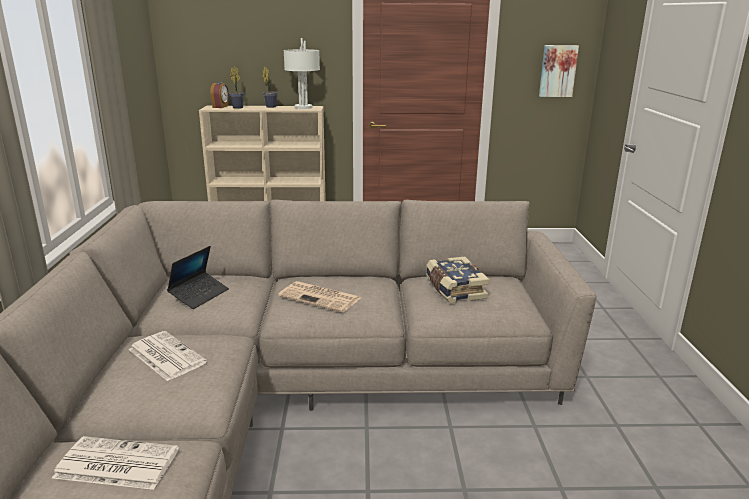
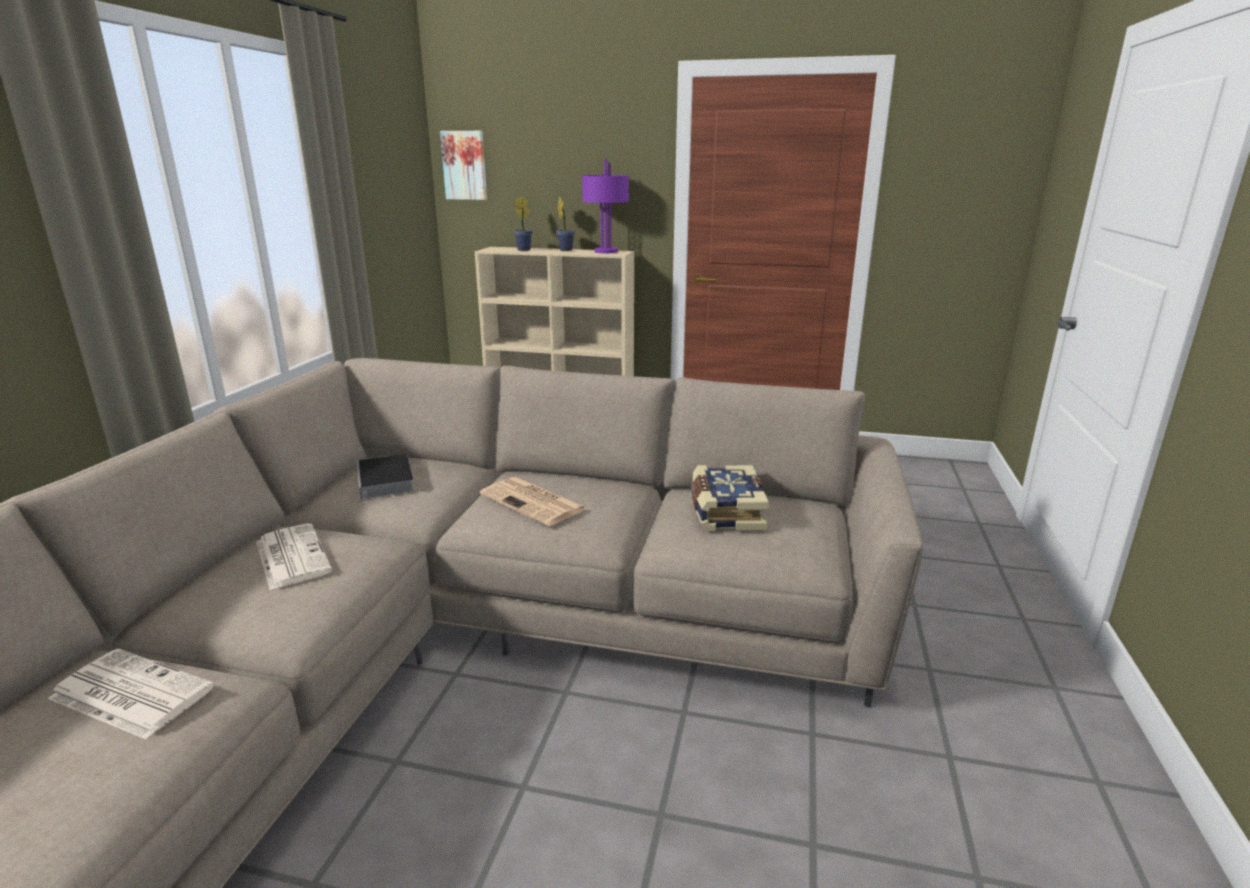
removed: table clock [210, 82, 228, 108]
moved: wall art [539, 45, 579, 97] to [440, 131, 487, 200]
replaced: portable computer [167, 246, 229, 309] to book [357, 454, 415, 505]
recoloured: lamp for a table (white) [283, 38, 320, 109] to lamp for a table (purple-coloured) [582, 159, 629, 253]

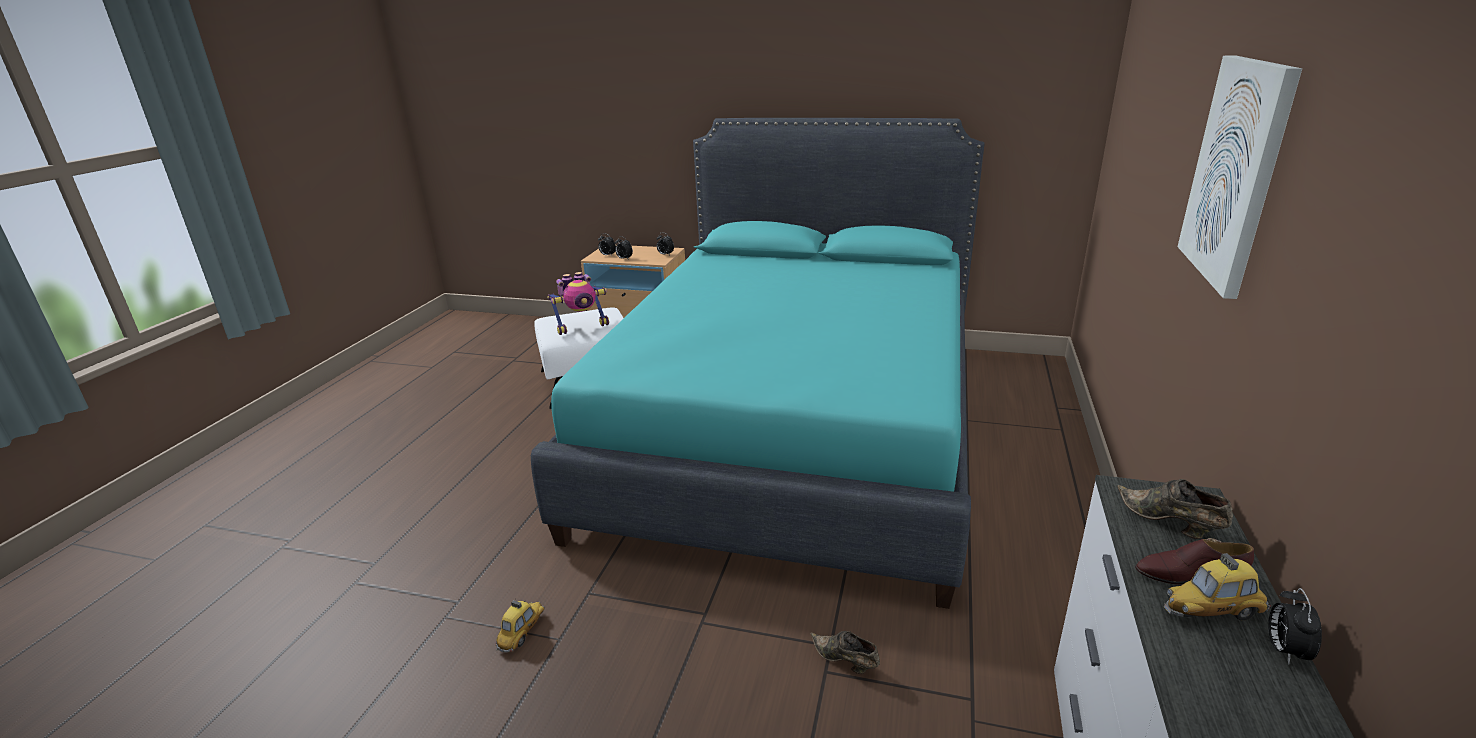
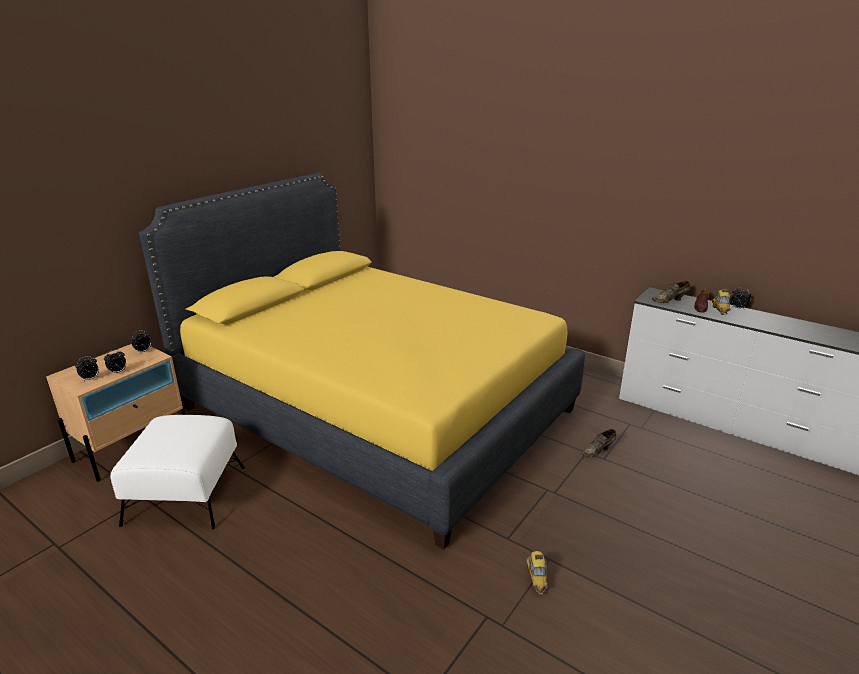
removed: robot figure [547, 272, 609, 335]; wall art [1178, 55, 1302, 299]
recoloured: sleeping bed (blue-green) [531, 118, 984, 609] to sleeping bed (yellow-coloured) [139, 173, 585, 549]
turned: model car [495, 600, 545, 652] = [526, 551, 548, 594] 135 degrees counterclockwise

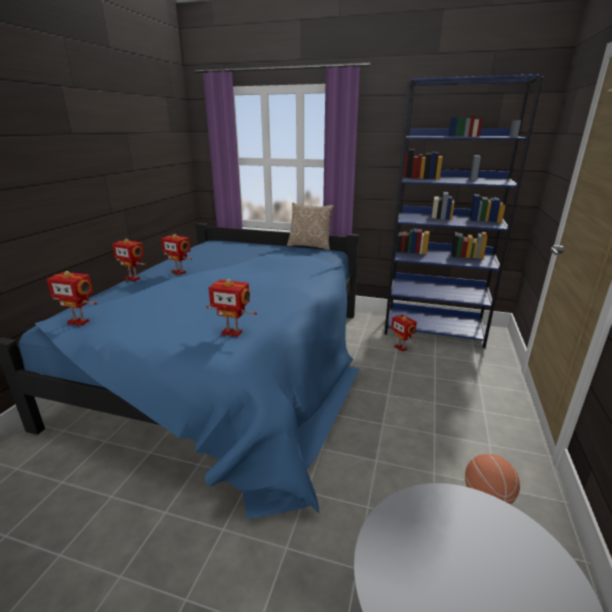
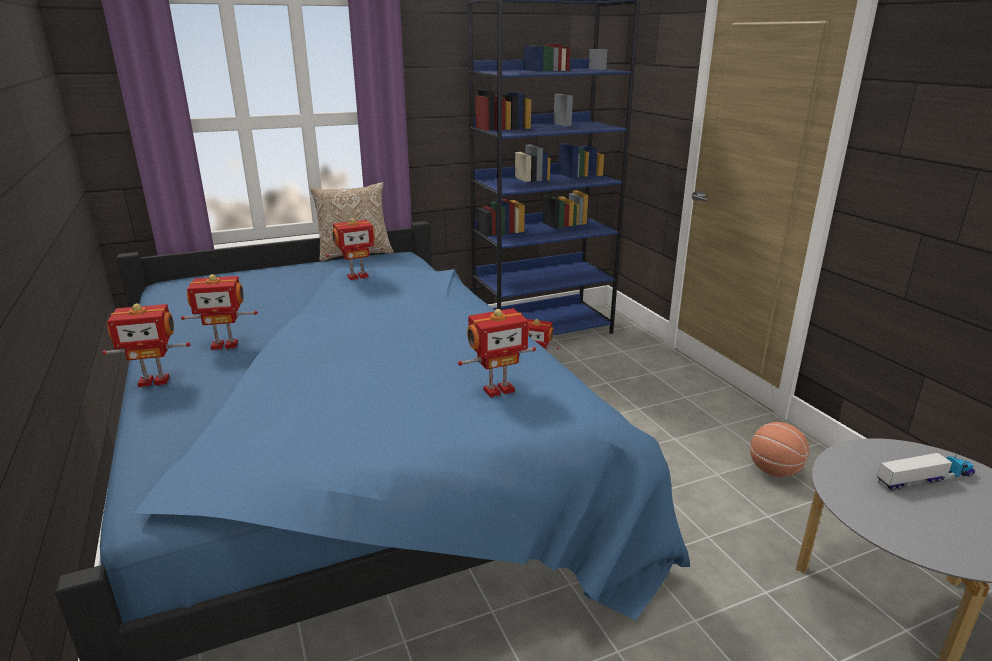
added: model truck [877, 453, 975, 491]
moved: robot figure [46, 271, 97, 326] to [326, 218, 383, 280]

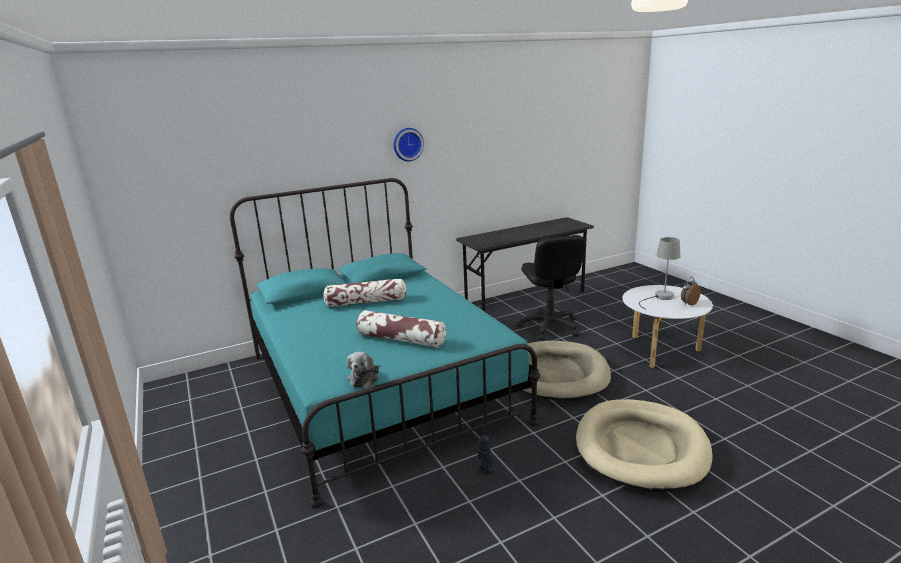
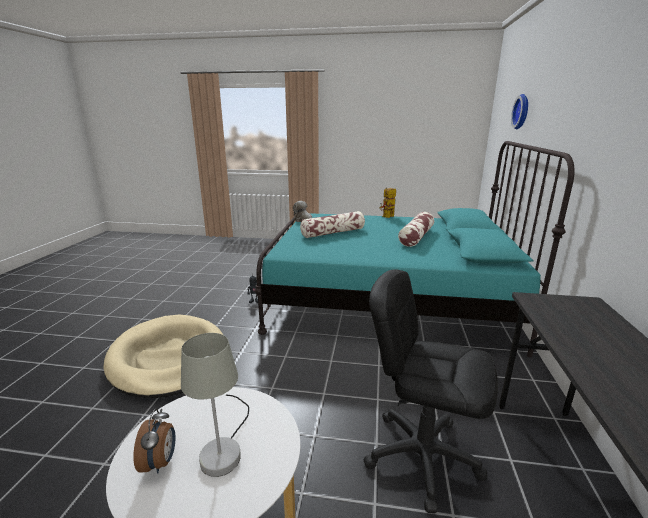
removed: pet bed (beige-coloured) [521, 341, 611, 401]
added: robot figure [380, 188, 396, 218]
moved: wall clock [393, 128, 424, 161] to [511, 94, 528, 129]

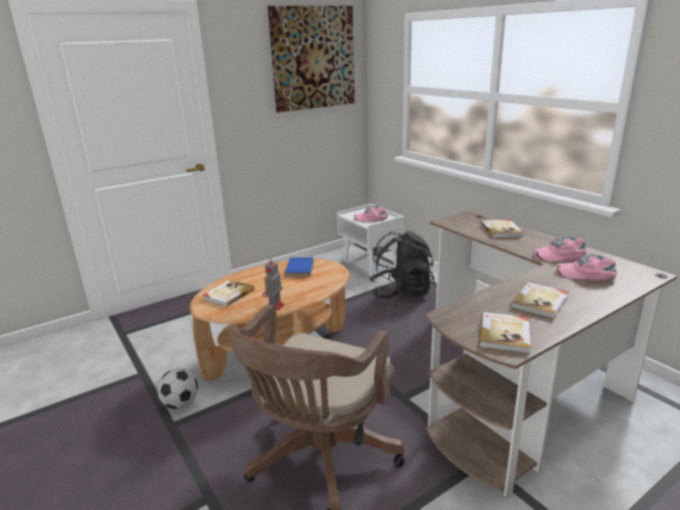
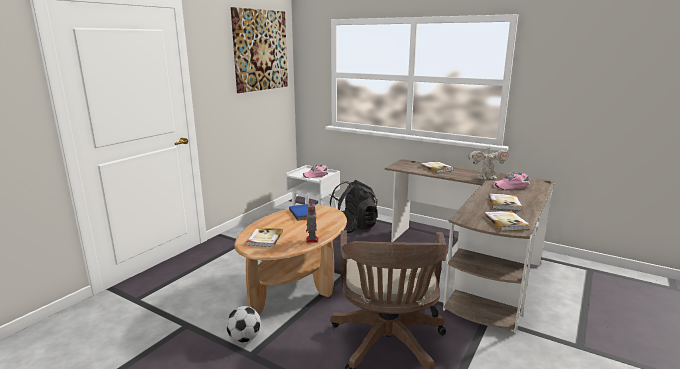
replaced: cap (pink) [533, 237, 587, 262] to robot figure [468, 144, 509, 179]

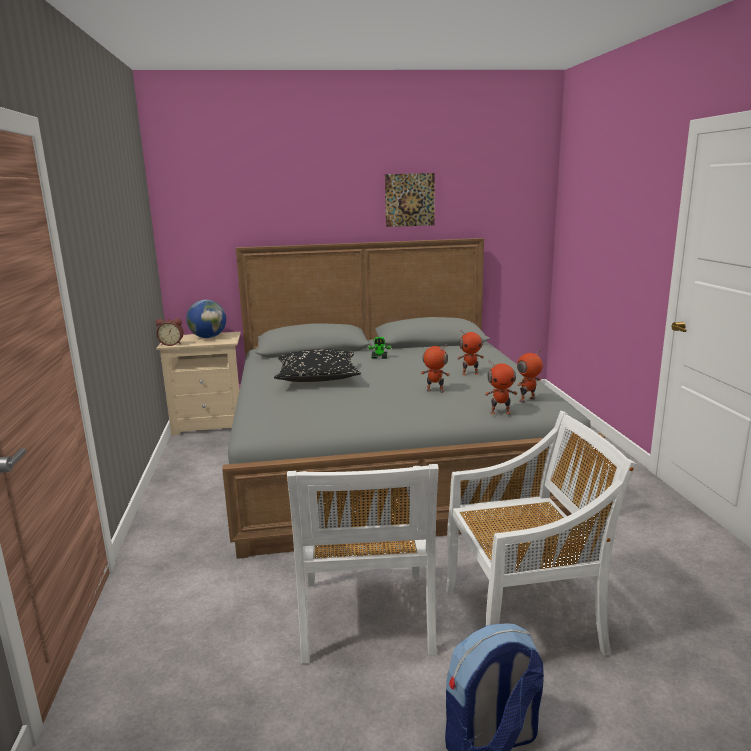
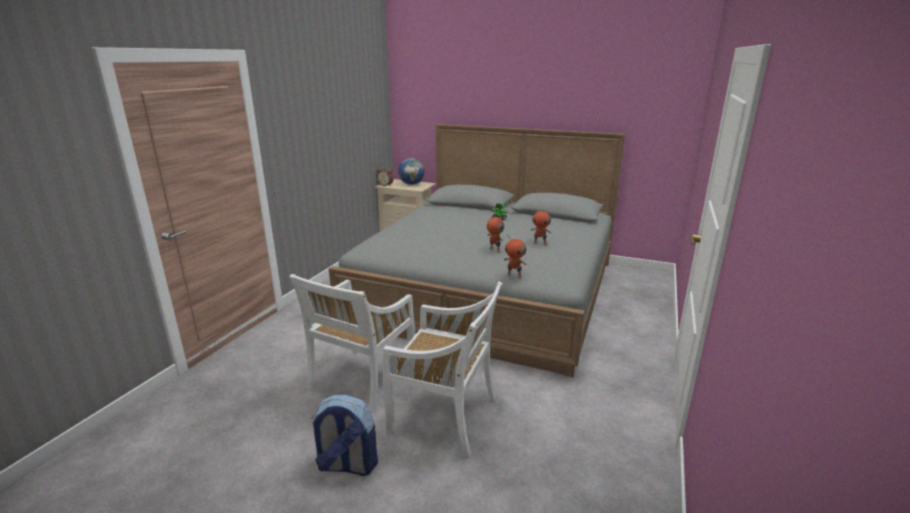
removed: cushion (blackish) [274, 349, 361, 382]; wall art [385, 173, 435, 227]; robot figure [517, 349, 543, 402]

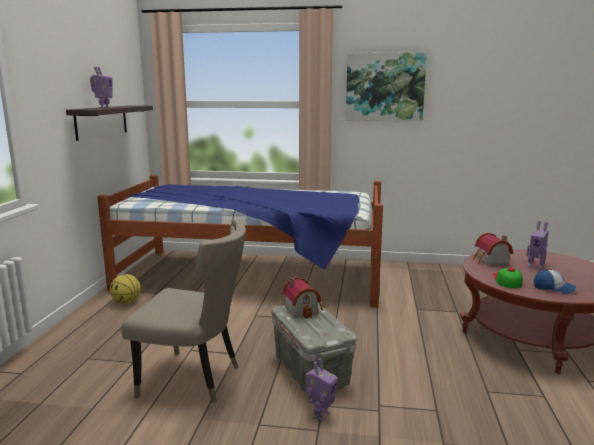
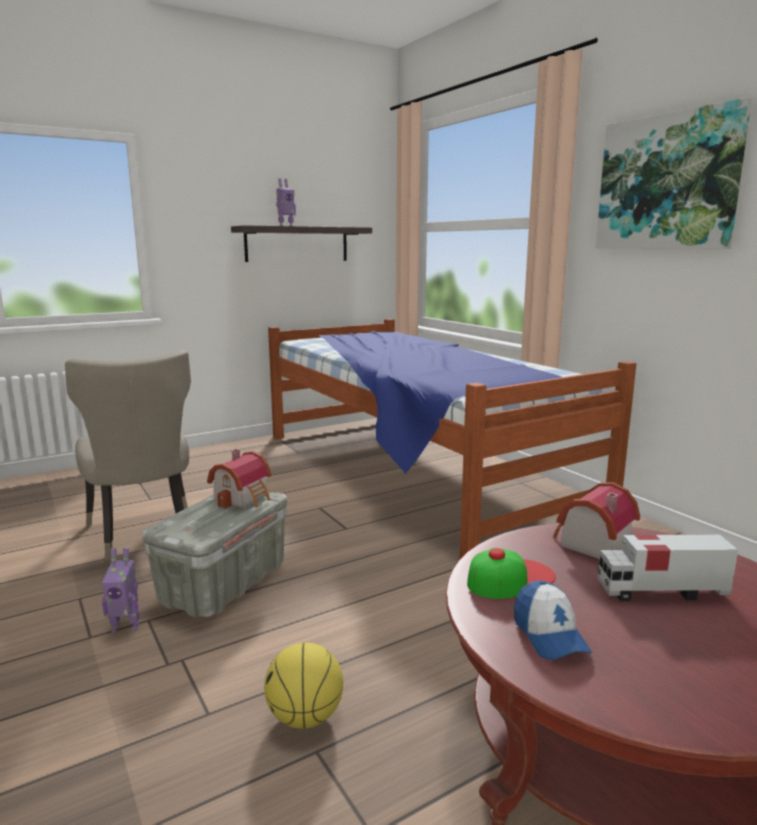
moved: ball for basketball [110, 274, 141, 304] to [264, 642, 343, 729]
replaced: robot figure [527, 221, 549, 269] to model truck [597, 535, 738, 601]

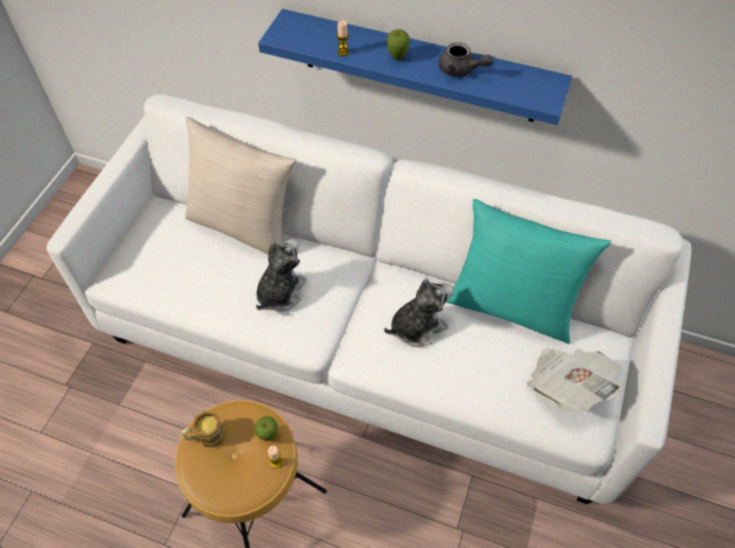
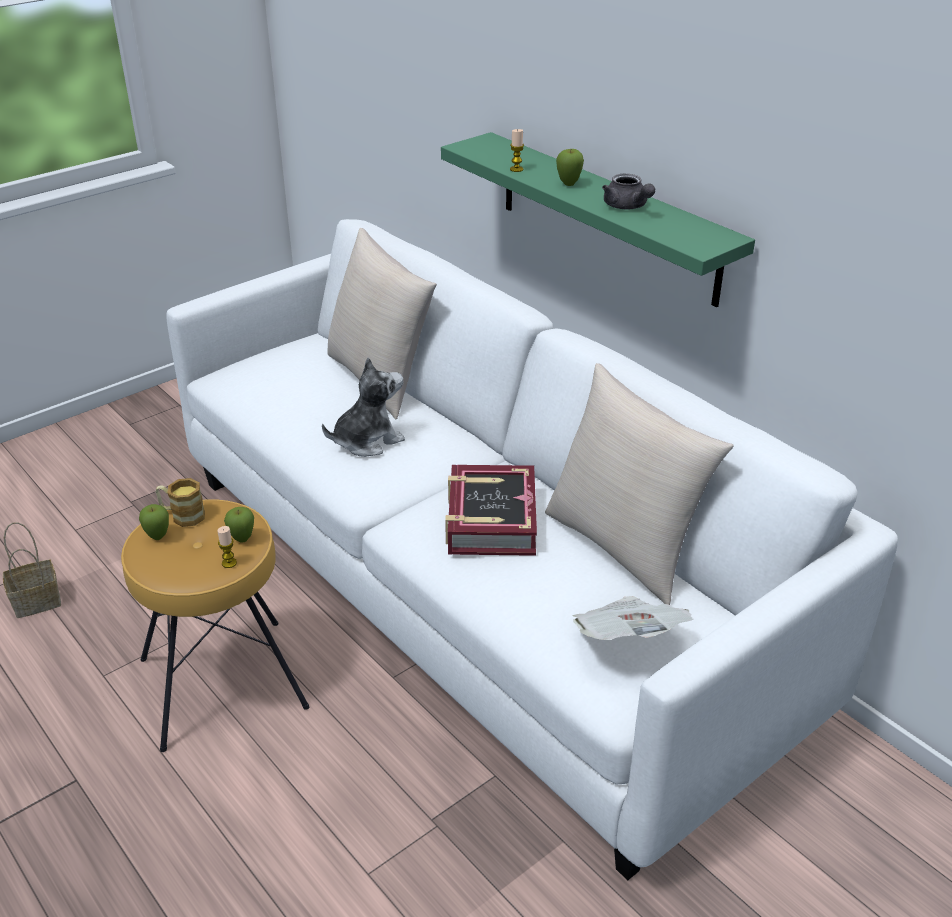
added: basket [3, 522, 61, 618]; apple fruit [139, 504, 169, 540]
replaced: soft toy [384, 278, 454, 347] to book [445, 465, 537, 556]
recoloured: wall shelf (bluish) [258, 9, 572, 125] to wall shelf (greenish) [441, 132, 755, 307]; cushion (blue-green) [446, 199, 611, 344] to cushion (beige-coloured) [545, 363, 734, 605]

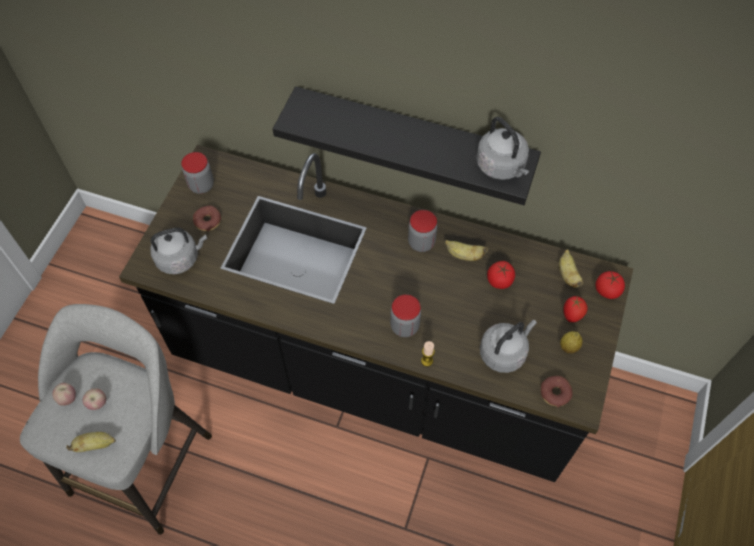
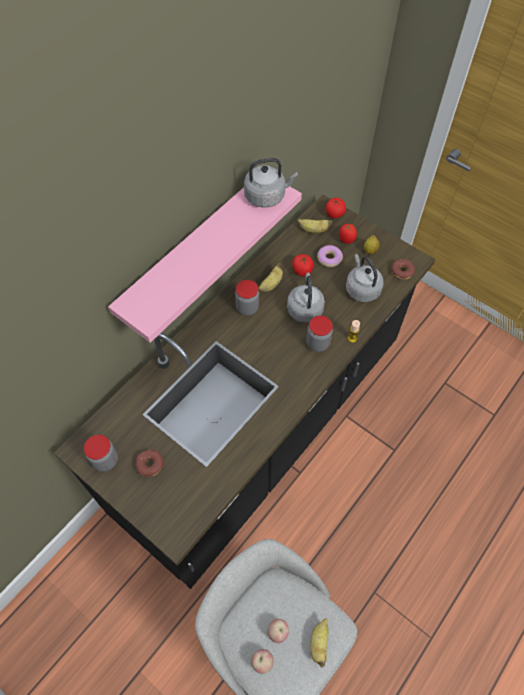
added: ring doughnut [317, 245, 343, 267]
moved: kettle (greyish) [150, 228, 207, 274] to [287, 273, 325, 323]
recoloured: wall shelf (blackish) [273, 86, 541, 205] to wall shelf (pink) [108, 186, 302, 343]

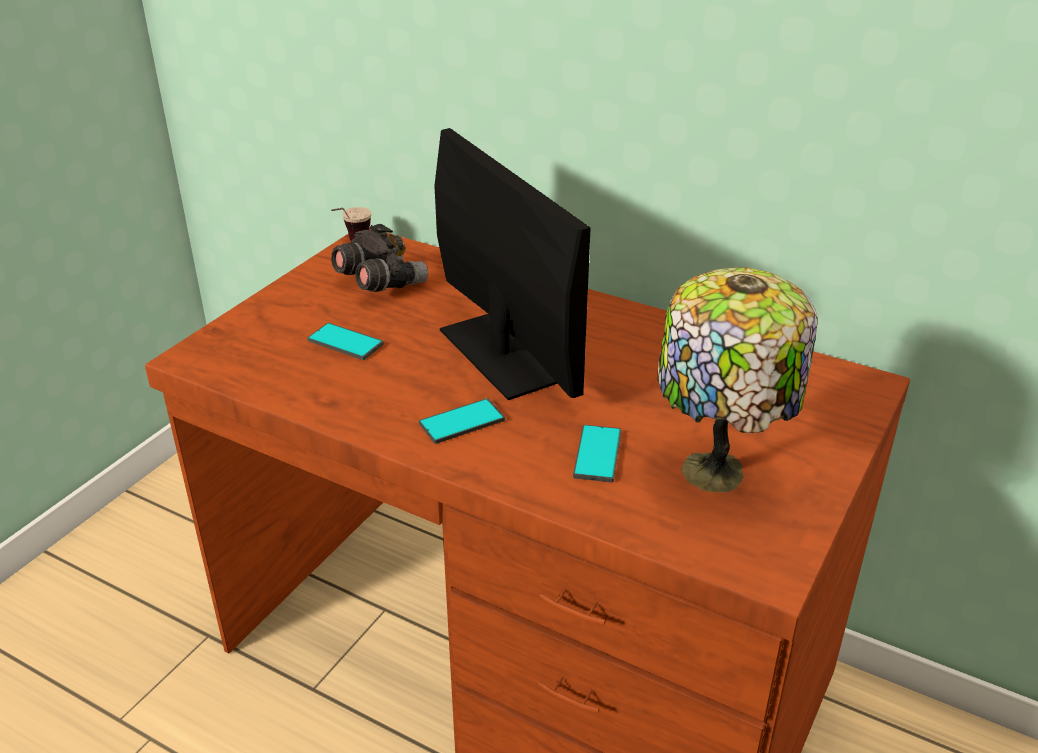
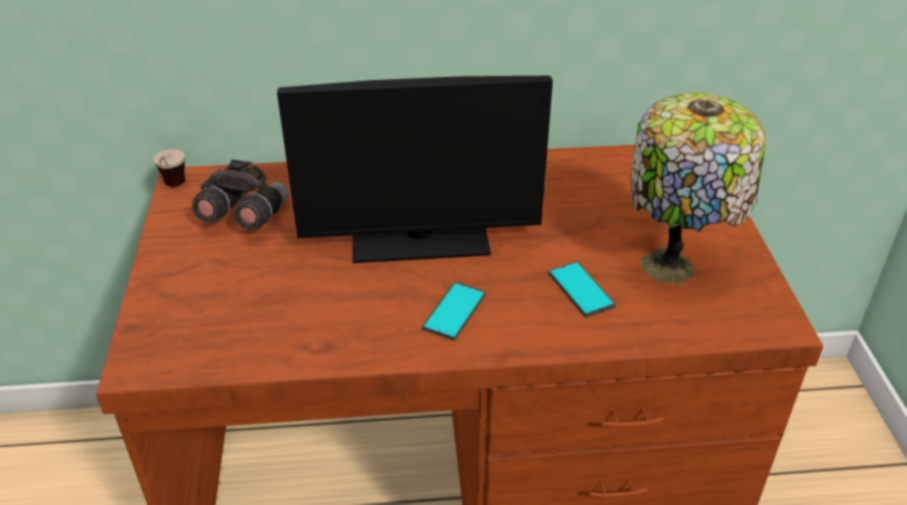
removed: phone [308, 323, 384, 360]
turned: computer screen [434, 128, 591, 400] = [277, 75, 553, 263] 150 degrees clockwise

